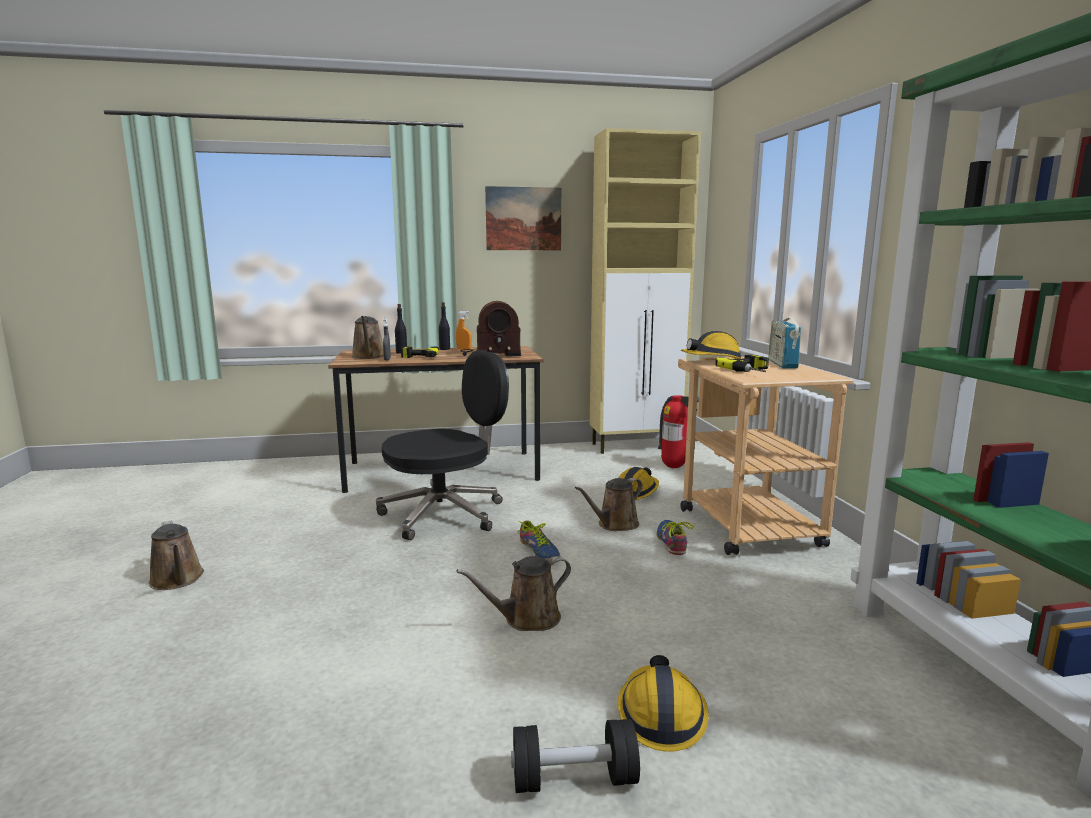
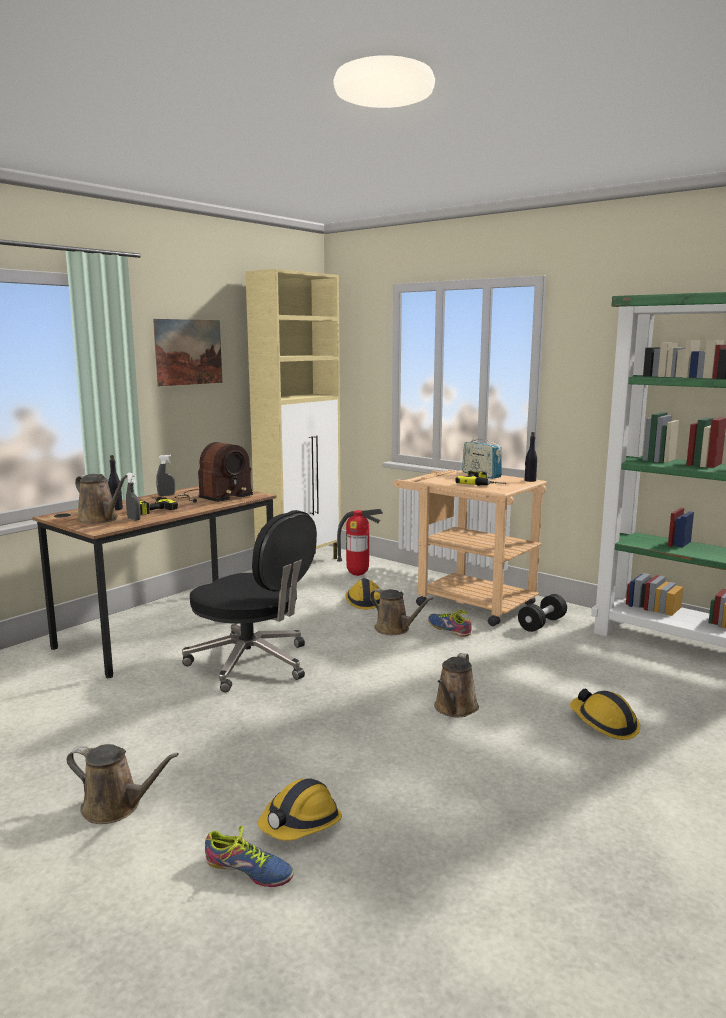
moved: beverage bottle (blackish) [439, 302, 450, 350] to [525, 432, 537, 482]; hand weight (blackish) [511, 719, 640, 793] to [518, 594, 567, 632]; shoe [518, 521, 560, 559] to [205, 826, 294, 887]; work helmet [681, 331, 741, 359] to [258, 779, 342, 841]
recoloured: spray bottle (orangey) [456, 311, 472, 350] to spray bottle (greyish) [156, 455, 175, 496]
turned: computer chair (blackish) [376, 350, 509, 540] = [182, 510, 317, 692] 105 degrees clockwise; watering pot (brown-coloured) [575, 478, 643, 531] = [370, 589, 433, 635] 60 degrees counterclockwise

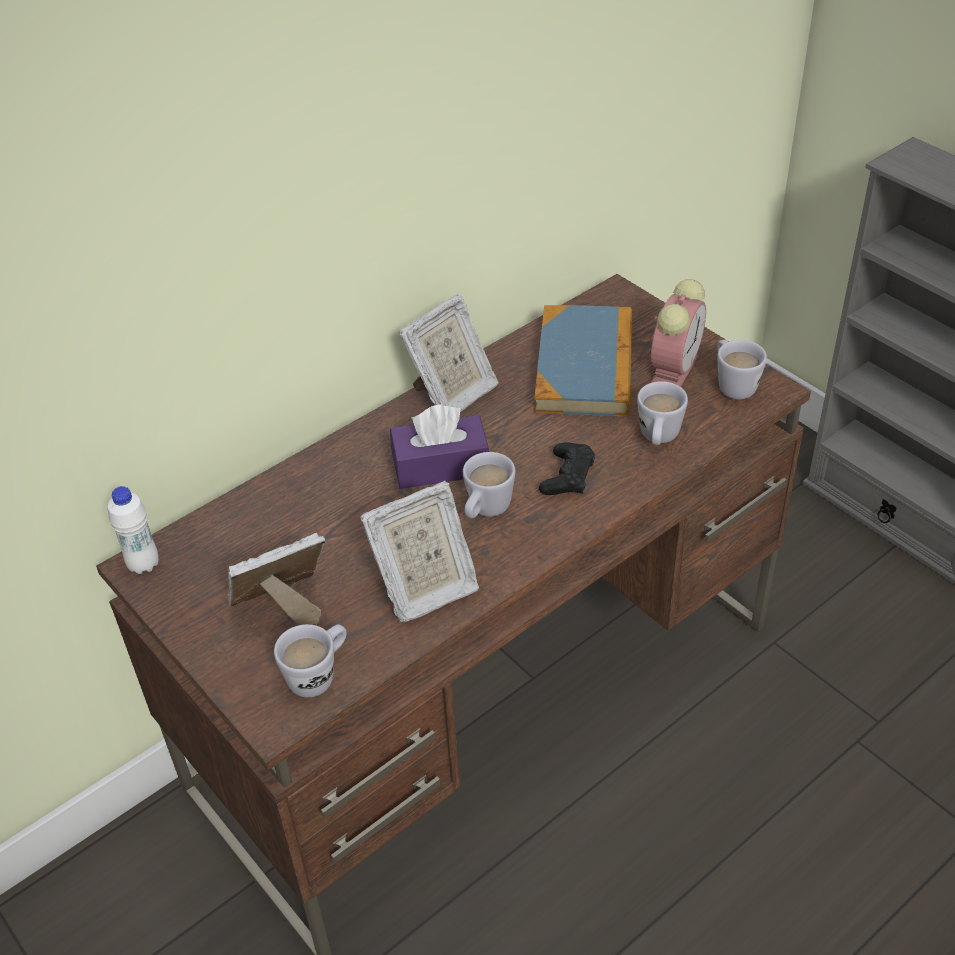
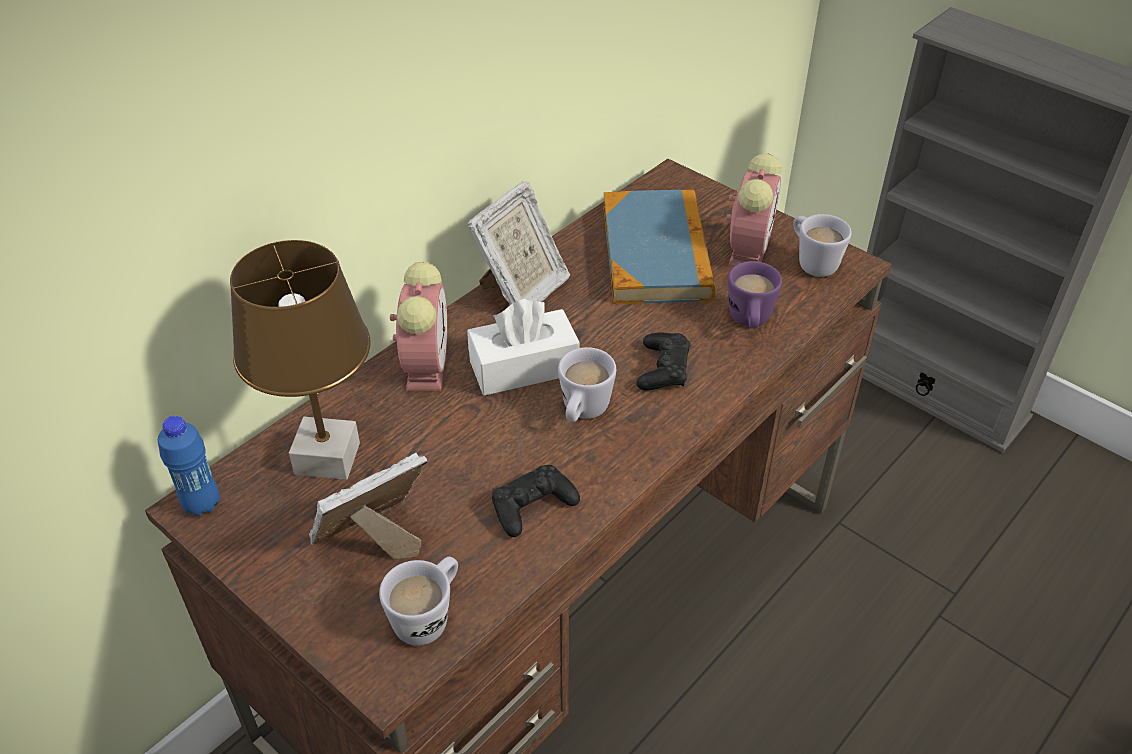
added: lamp for a table (brown-coloured) [230, 240, 371, 480]; table clock [390, 262, 447, 391]
replaced: photo frame [360, 481, 479, 622] to gamepad (blackish) [492, 465, 580, 537]
recoloured: beverage bottle (white) [107, 486, 159, 574] to beverage bottle (bluish) [158, 416, 220, 516]; tissue holder (purple-coloured) [390, 404, 489, 489] to tissue holder (white) [467, 299, 579, 396]; tea mug (white) [637, 381, 688, 445] to tea mug (purple-coloured) [728, 261, 782, 329]

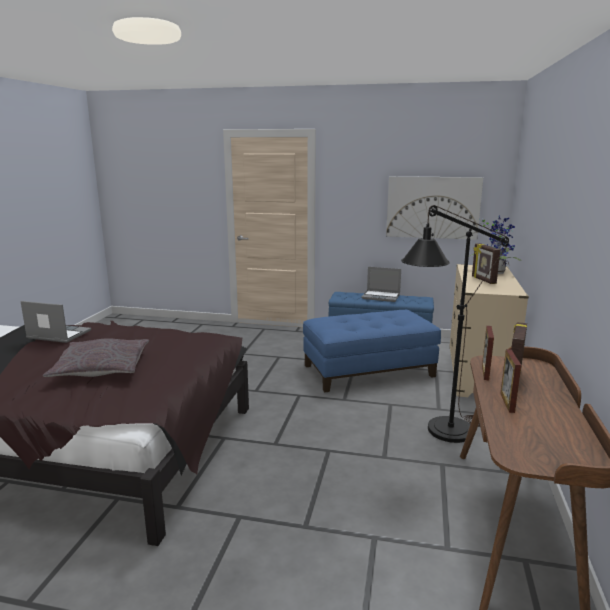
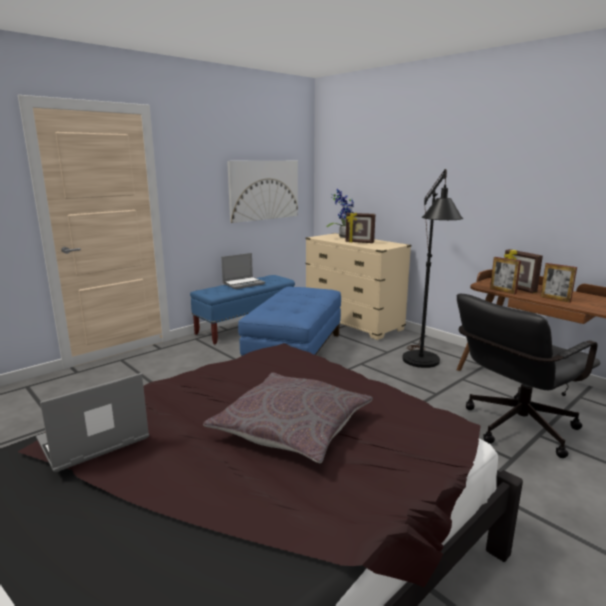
added: computer chair (blackish) [457, 294, 600, 458]

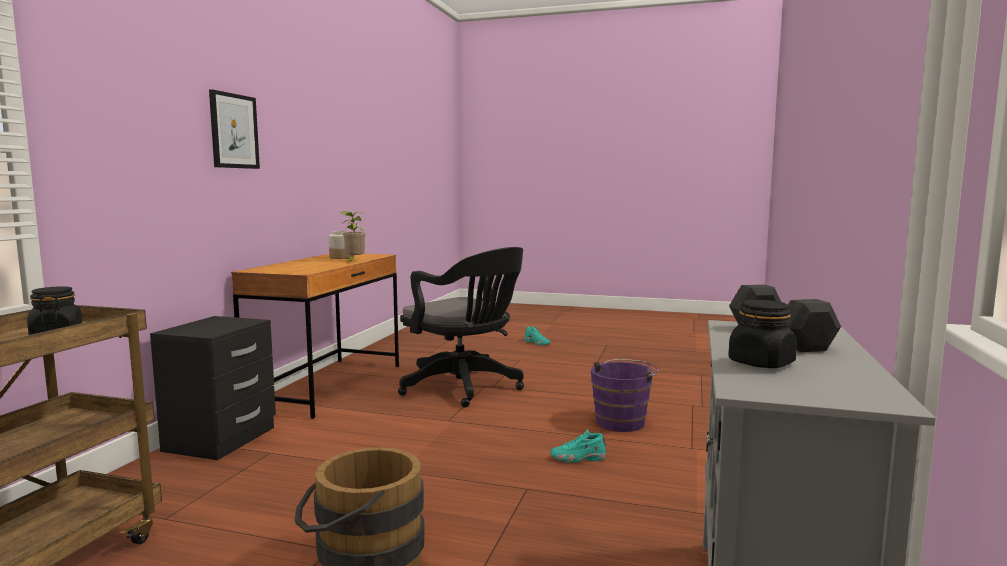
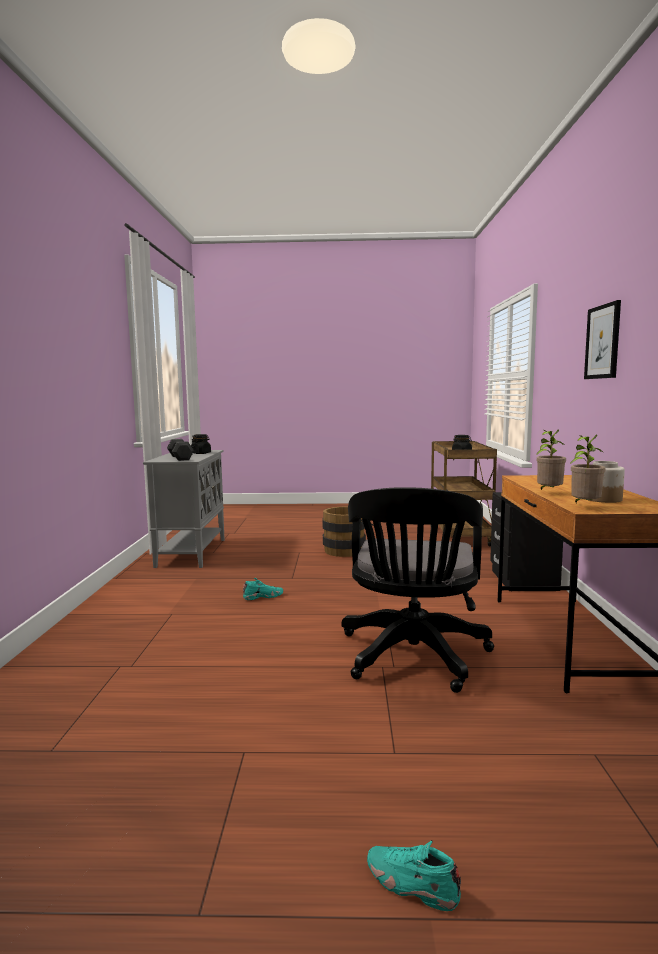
removed: pail (purple-coloured) [591, 359, 658, 432]
added: houseplant [570, 435, 606, 503]
turned: computer chair (blackish) [398, 247, 524, 408] = [341, 487, 494, 693] 105 degrees counterclockwise

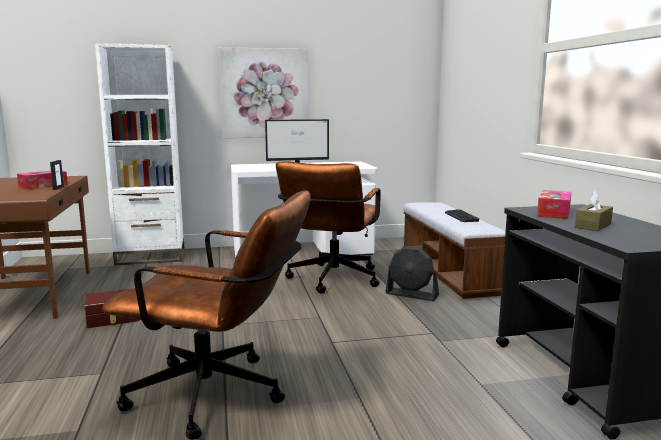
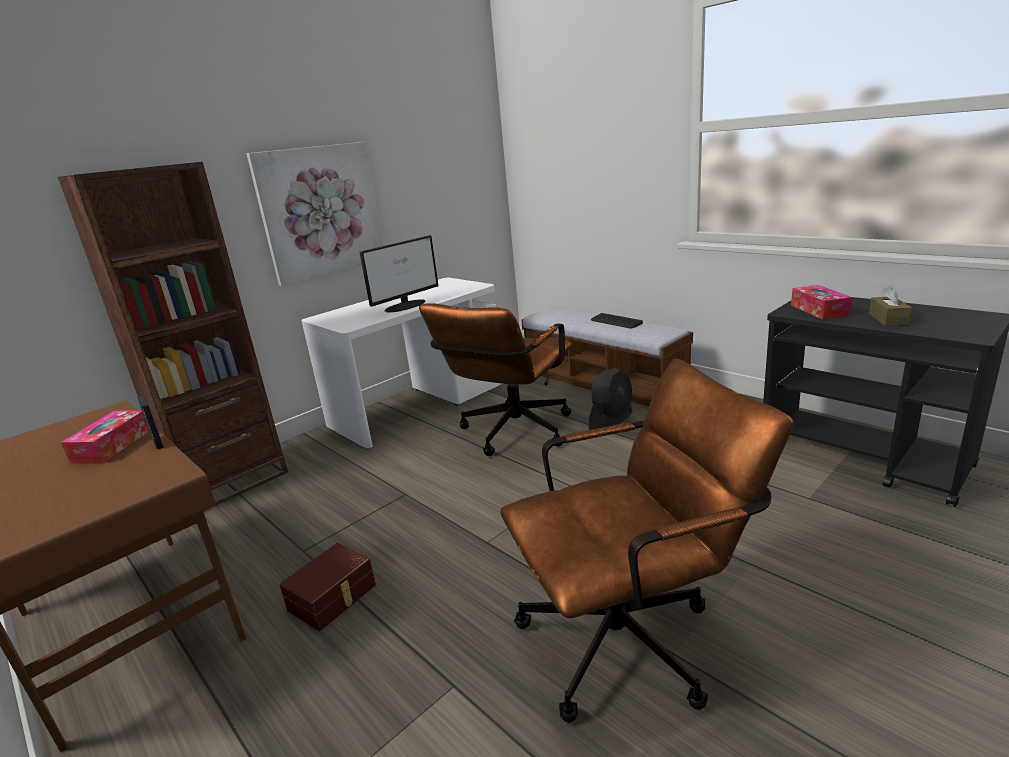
recoloured: bookcase (white) [95, 43, 185, 266] to bookcase (brown-coloured) [58, 162, 288, 511]
turned: computer chair (brown-coloured) [276, 161, 381, 294] = [419, 303, 572, 456] 45 degrees clockwise; fan (blackish) [386, 246, 439, 301] = [589, 368, 633, 430] 45 degrees counterclockwise

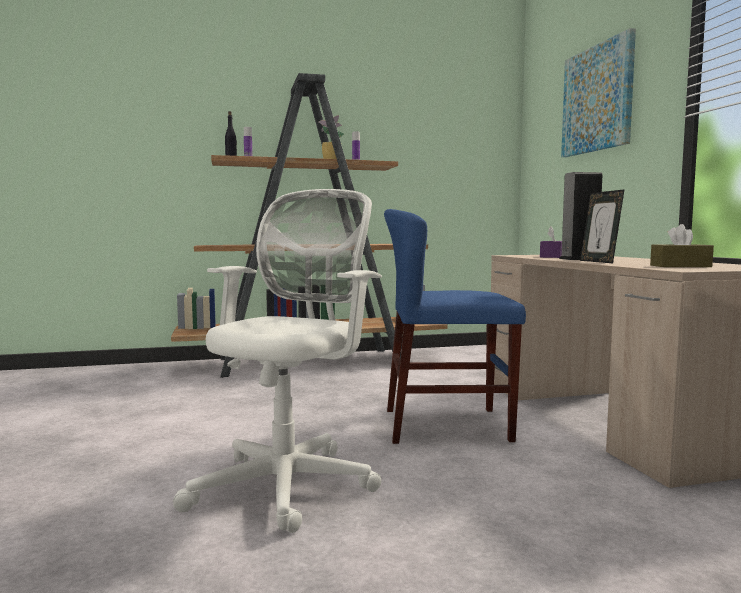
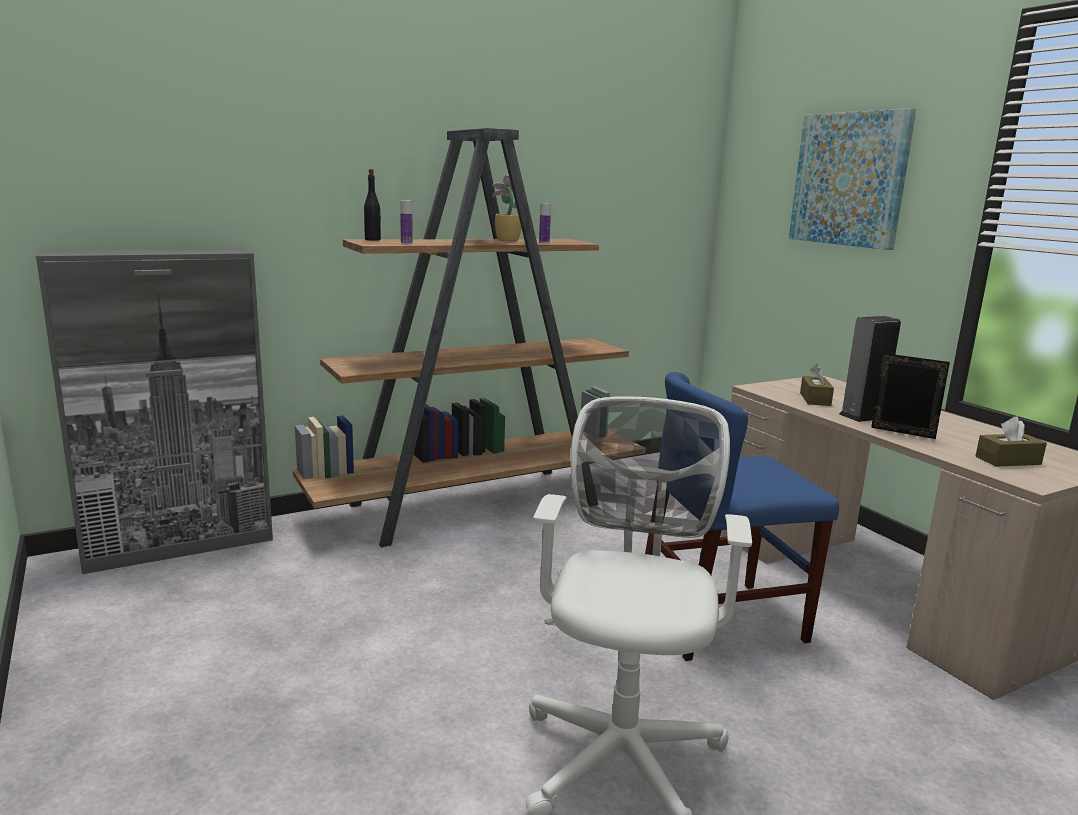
added: cupboard (greyish) [36, 248, 273, 574]
recoloured: tissue holder (purple-coloured) [540, 227, 562, 258] to tissue holder (brown-coloured) [800, 364, 834, 406]
turned: photo frame [580, 189, 625, 263] = [871, 353, 950, 439] 150 degrees clockwise

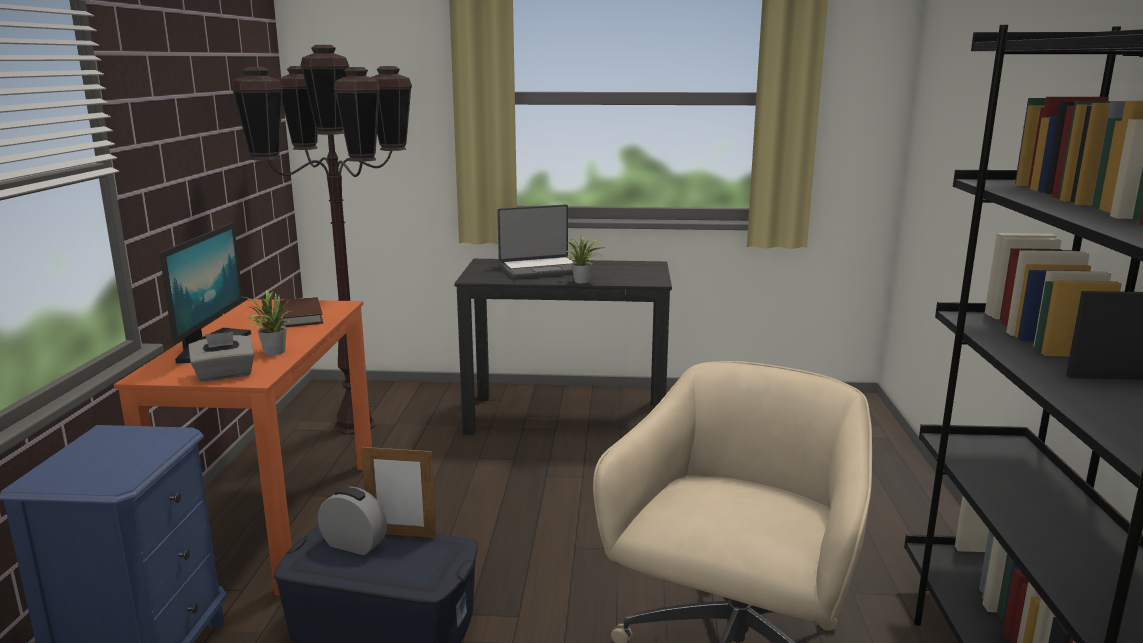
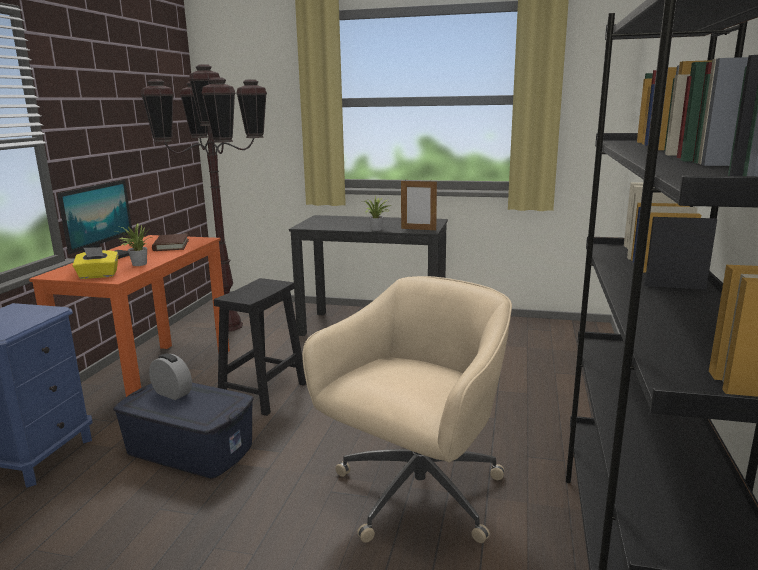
removed: portable computer [497, 204, 575, 279]
added: stool seat (blackish) [214, 278, 306, 416]
moved: photo frame [361, 444, 436, 538] to [401, 180, 437, 230]
recoloured: tissue holder (greyish) [188, 332, 255, 382] to tissue holder (yellow-coloured) [73, 247, 118, 279]

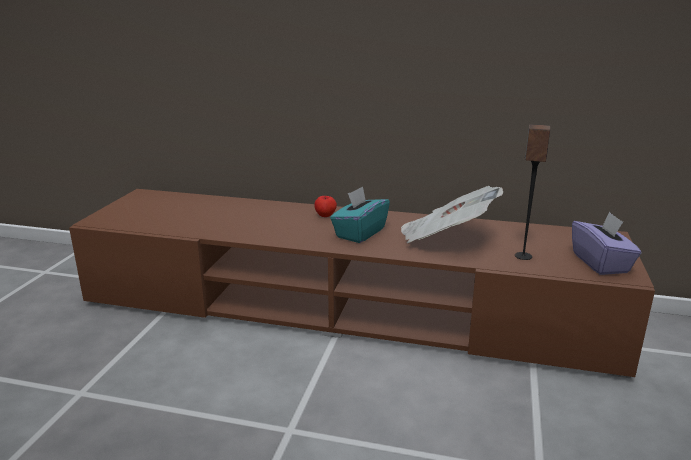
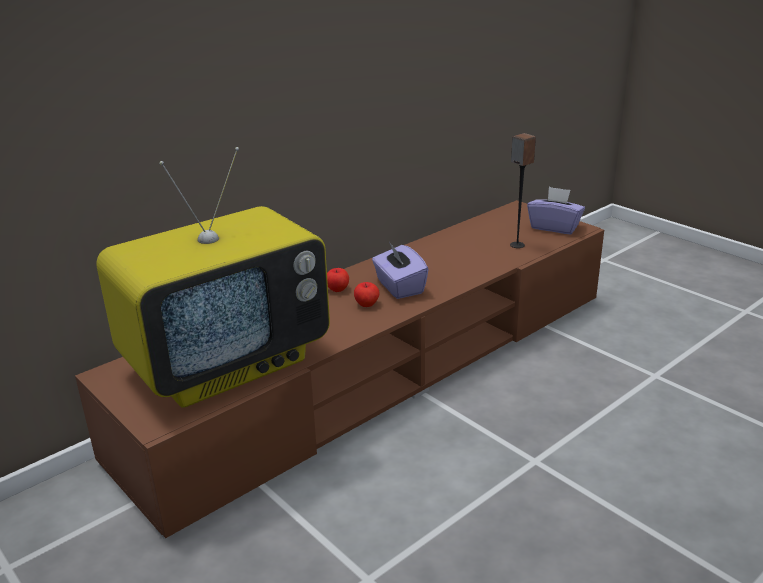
removed: newspaper [401, 186, 503, 243]
added: television [96, 147, 330, 408]; apple fruit [354, 282, 380, 307]
recoloured: tissue holder (blue-green) [330, 186, 390, 243] to tissue holder (purple-coloured) [372, 242, 428, 299]

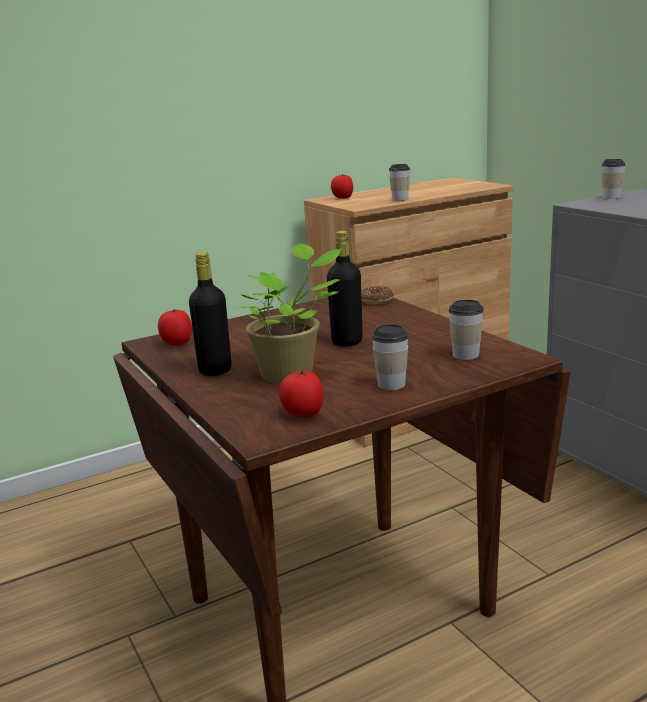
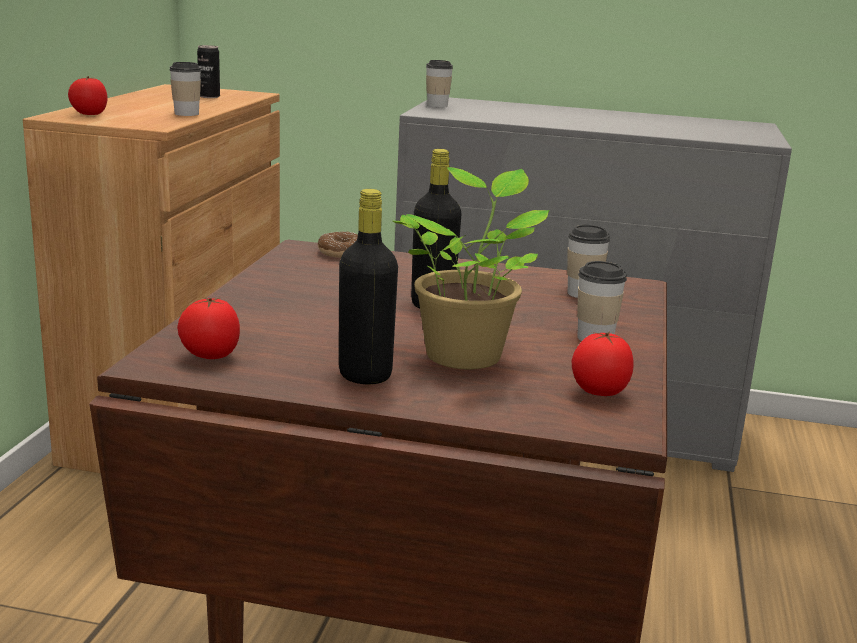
added: metal can [197, 45, 220, 98]

